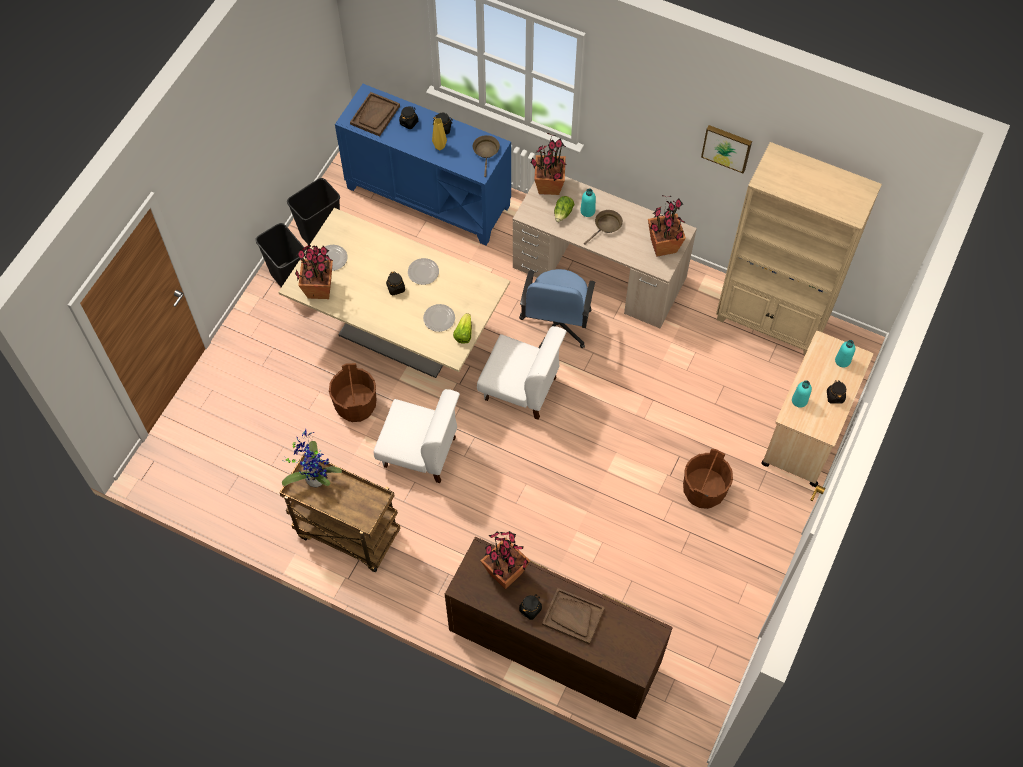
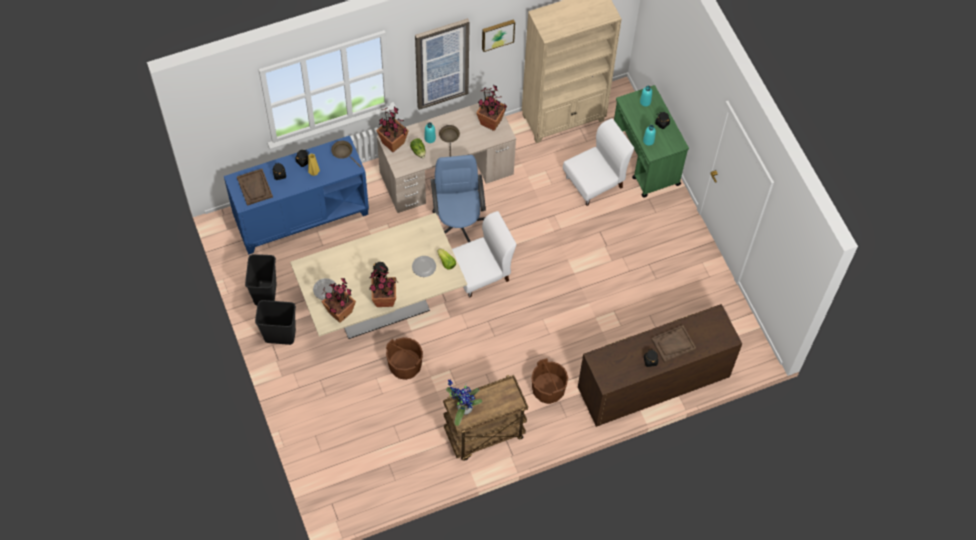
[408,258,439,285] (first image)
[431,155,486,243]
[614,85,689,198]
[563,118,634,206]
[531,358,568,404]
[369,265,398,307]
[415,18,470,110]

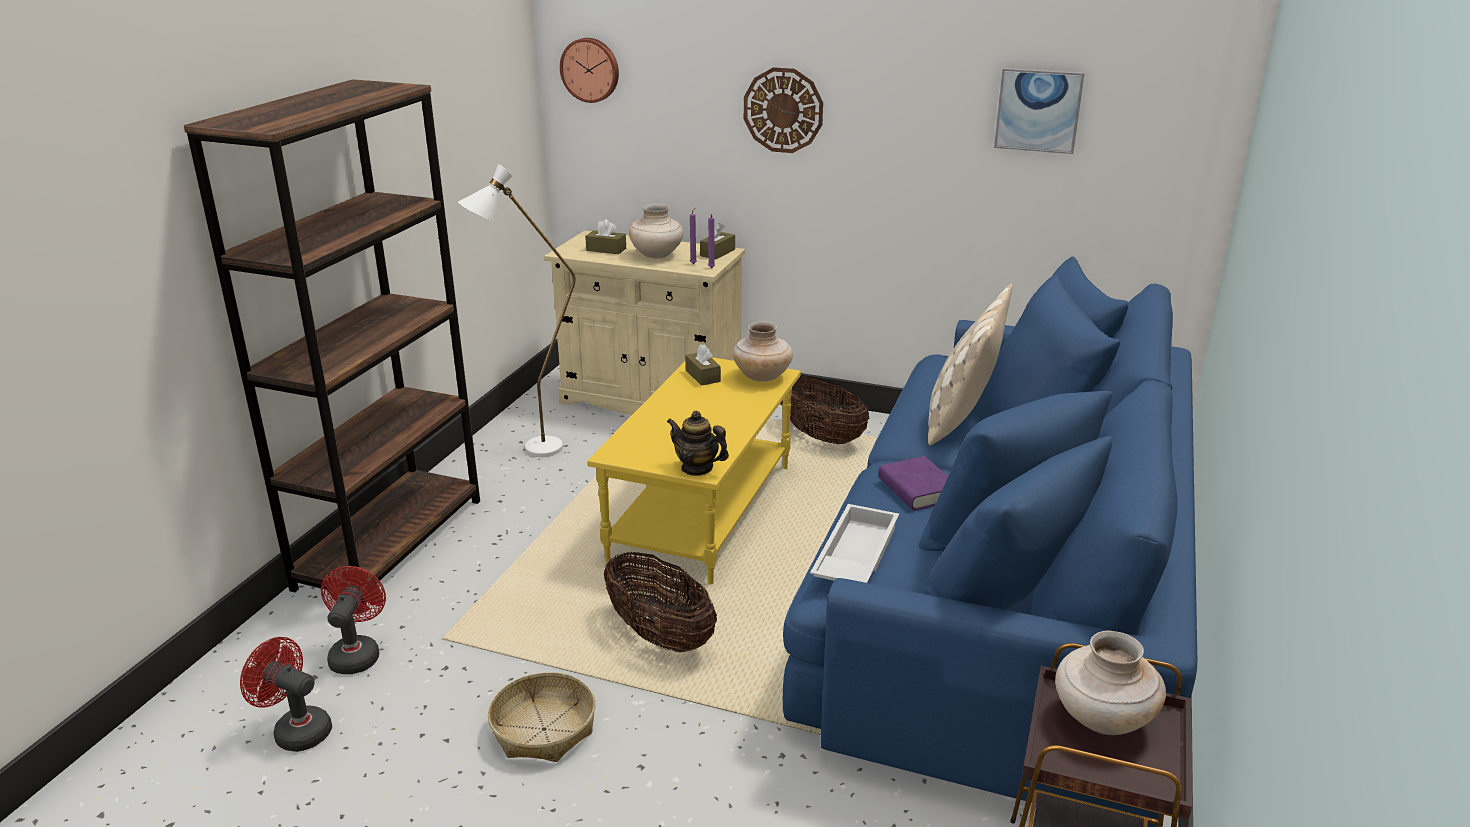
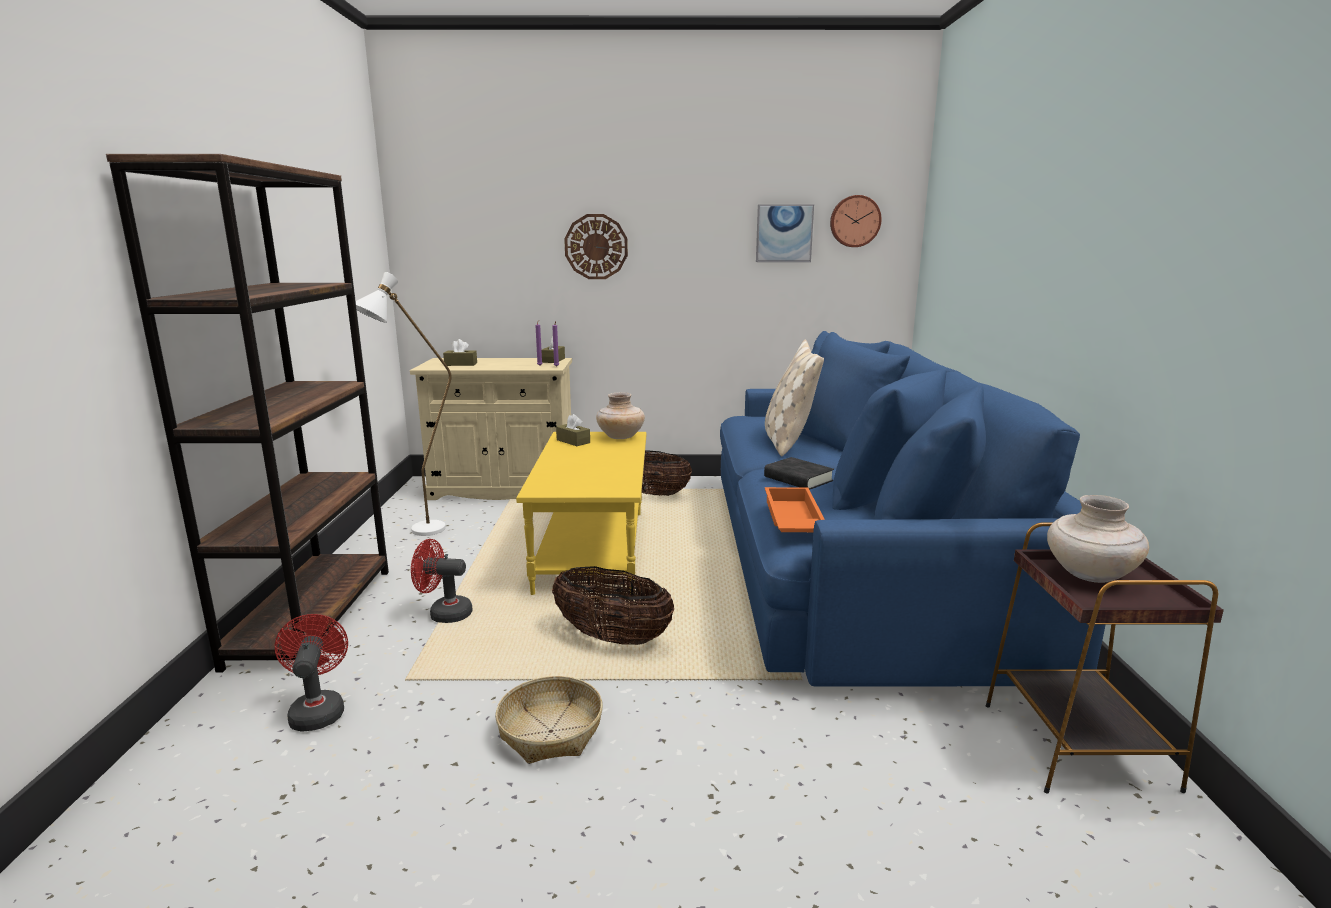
[830,195,882,247]
[629,204,683,258] (first image)
[667,411,729,476] (first image)
[764,457,834,490]
[765,487,825,532]
[411,539,473,623]

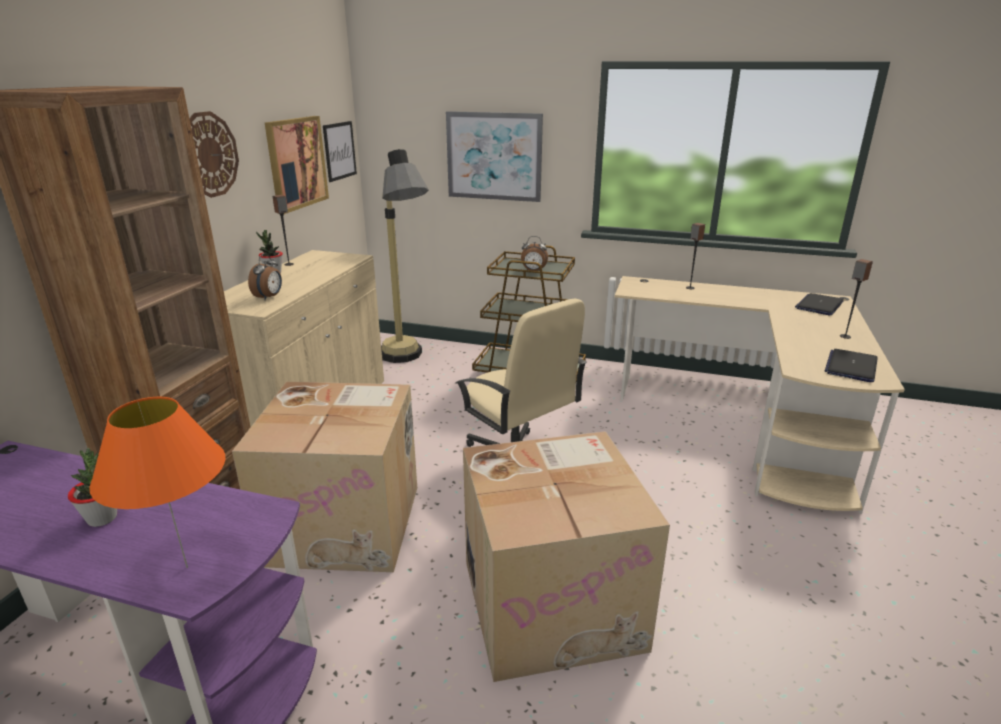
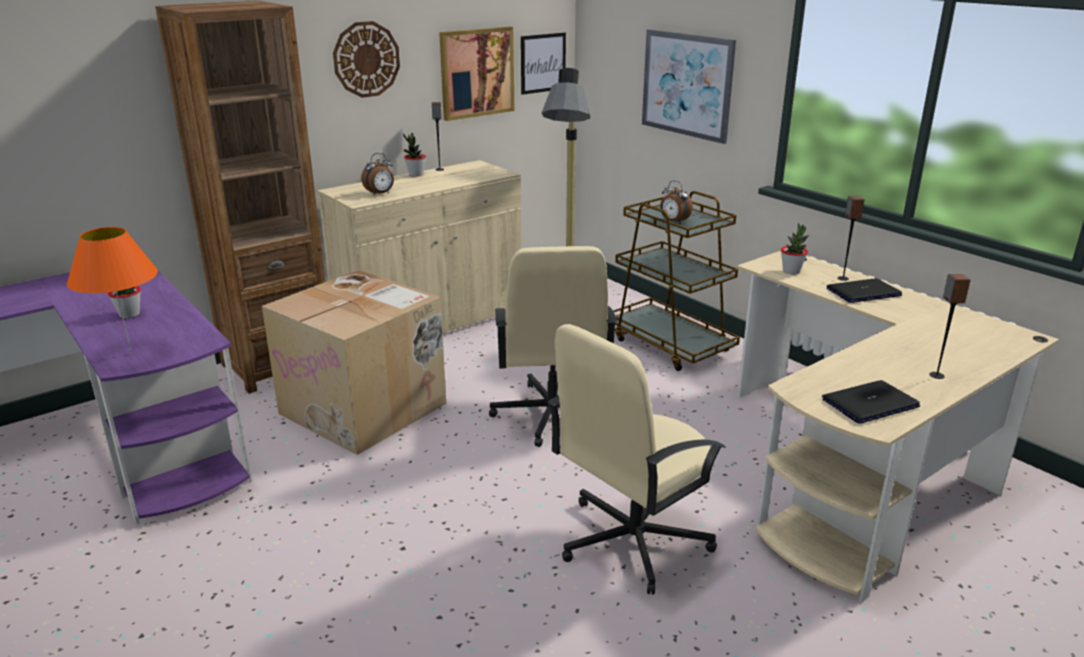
[826,278,902,303]
[463,431,670,682] (first image)
[781,223,810,275]
[548,324,725,595]

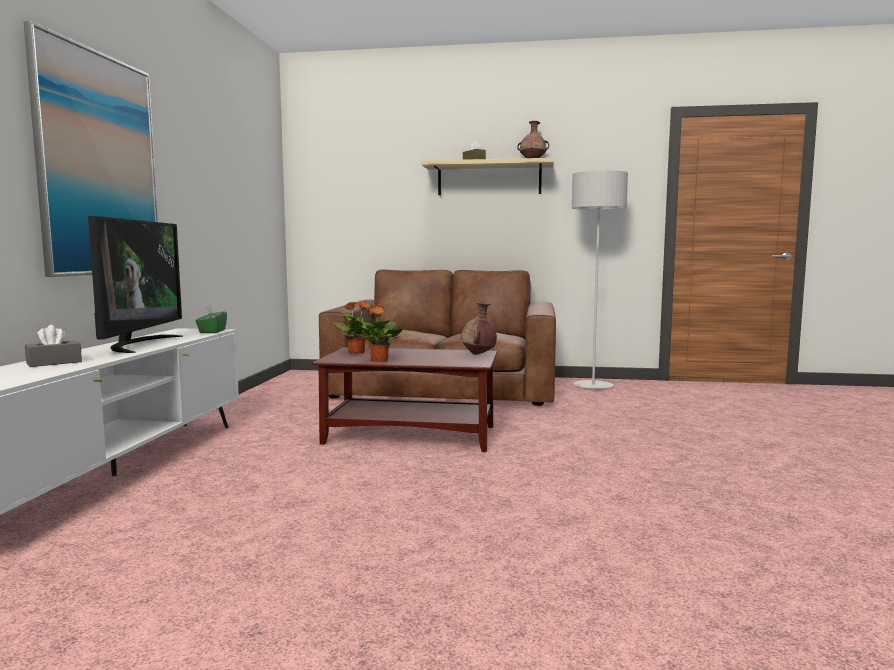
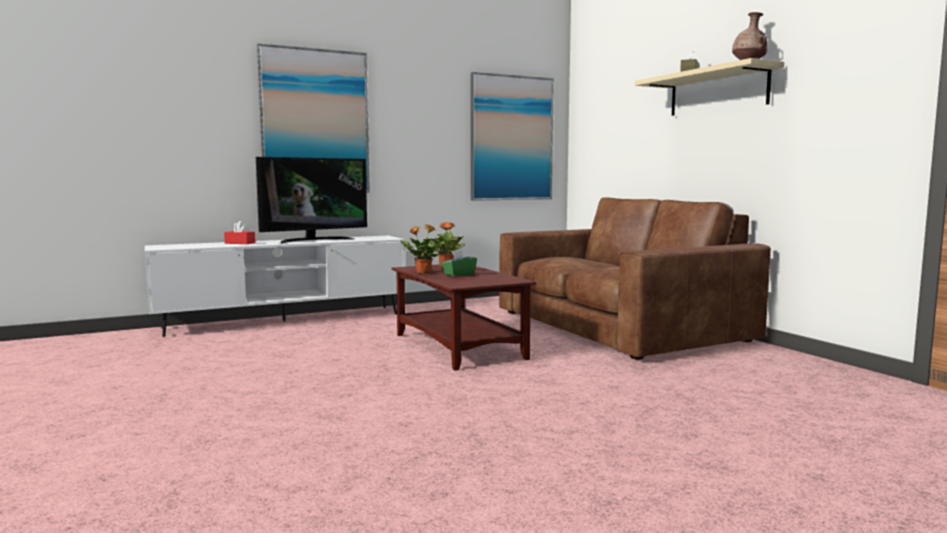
[572,170,628,390] (first image)
[461,301,497,355] (first image)
[441,250,477,277]
[224,221,255,244]
[471,72,554,201]

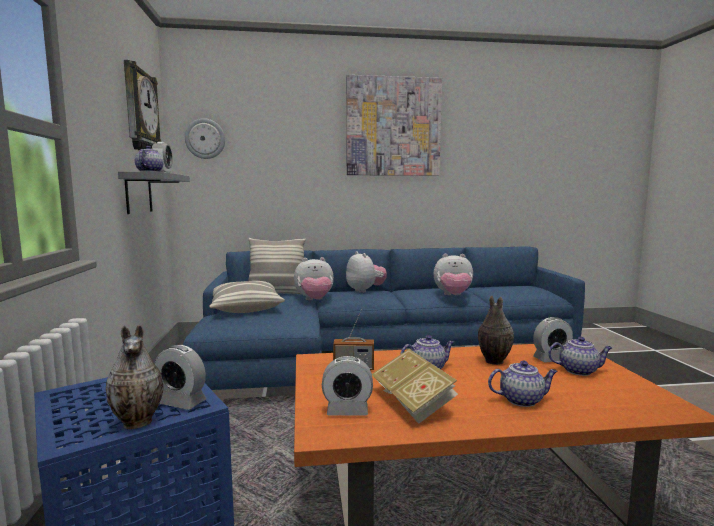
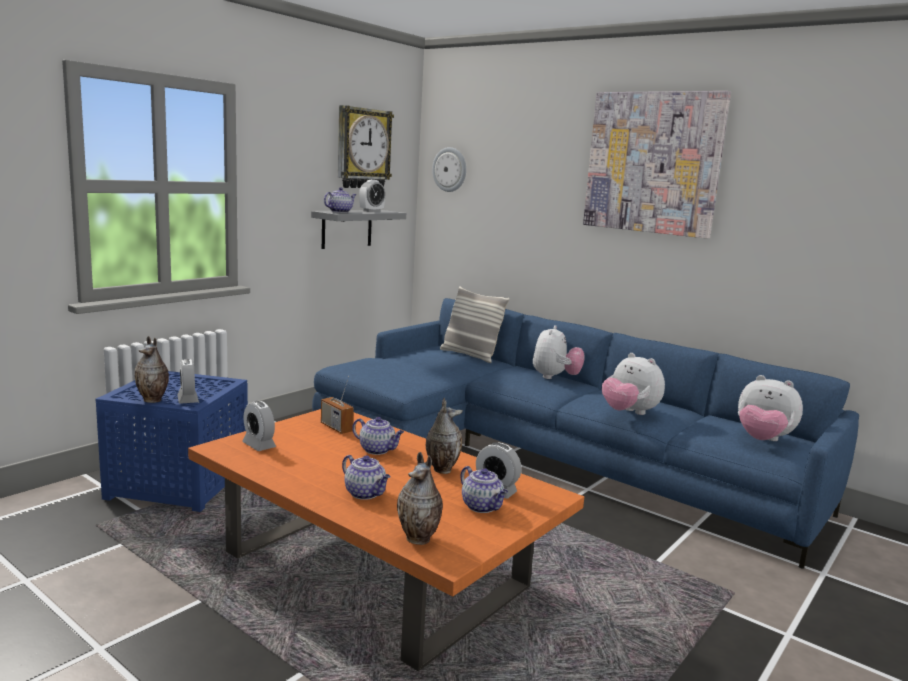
[738,375,803,441]
[209,281,285,313] (first image)
[372,349,458,424] (first image)
[397,452,443,545]

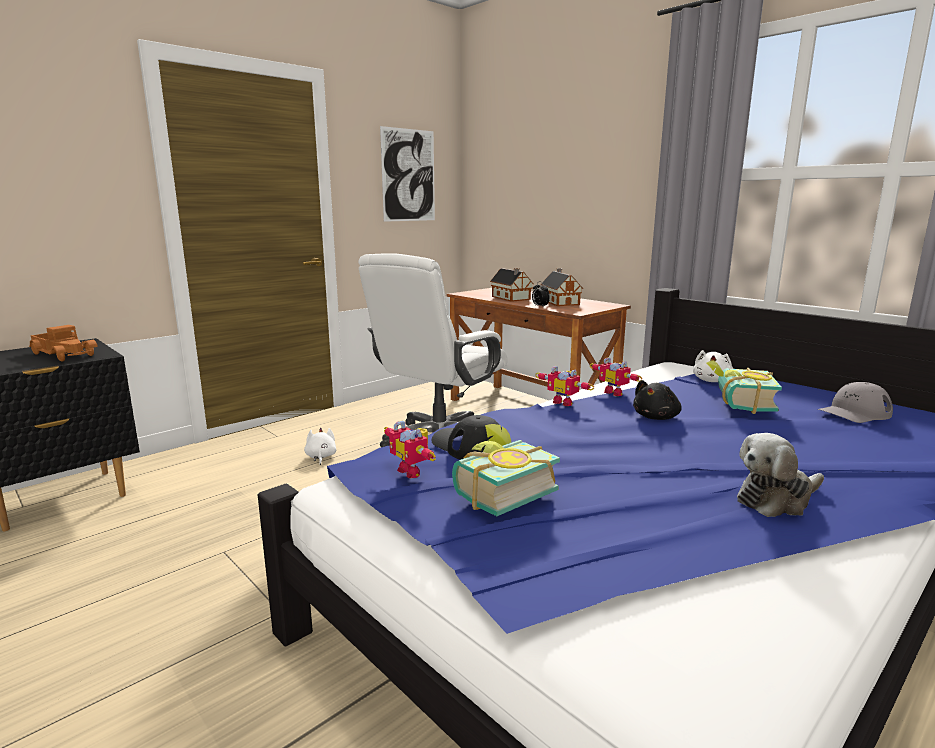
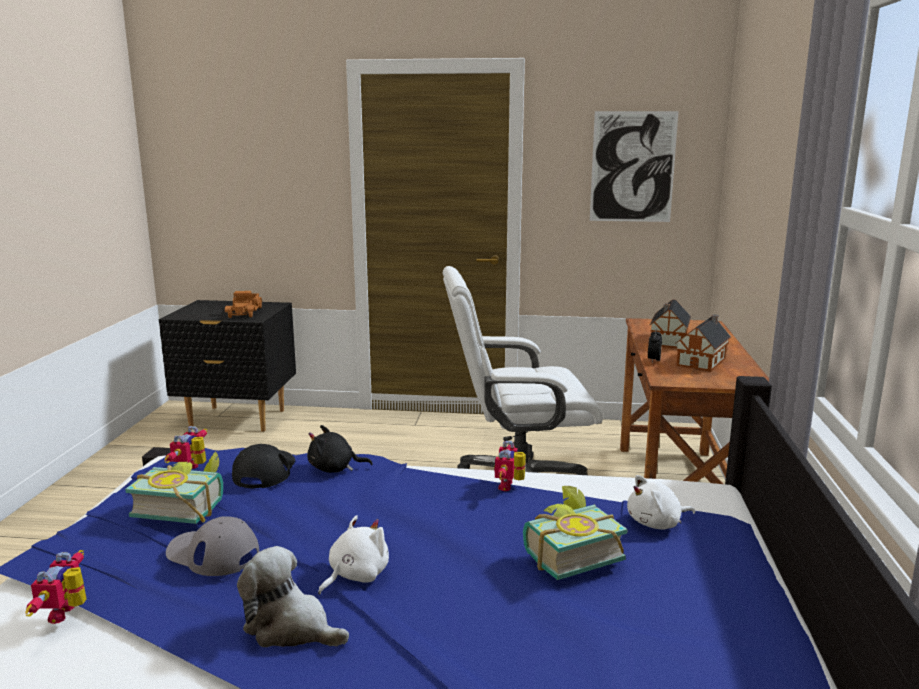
[25,550,87,624]
[307,425,373,473]
[166,516,259,576]
[318,515,389,595]

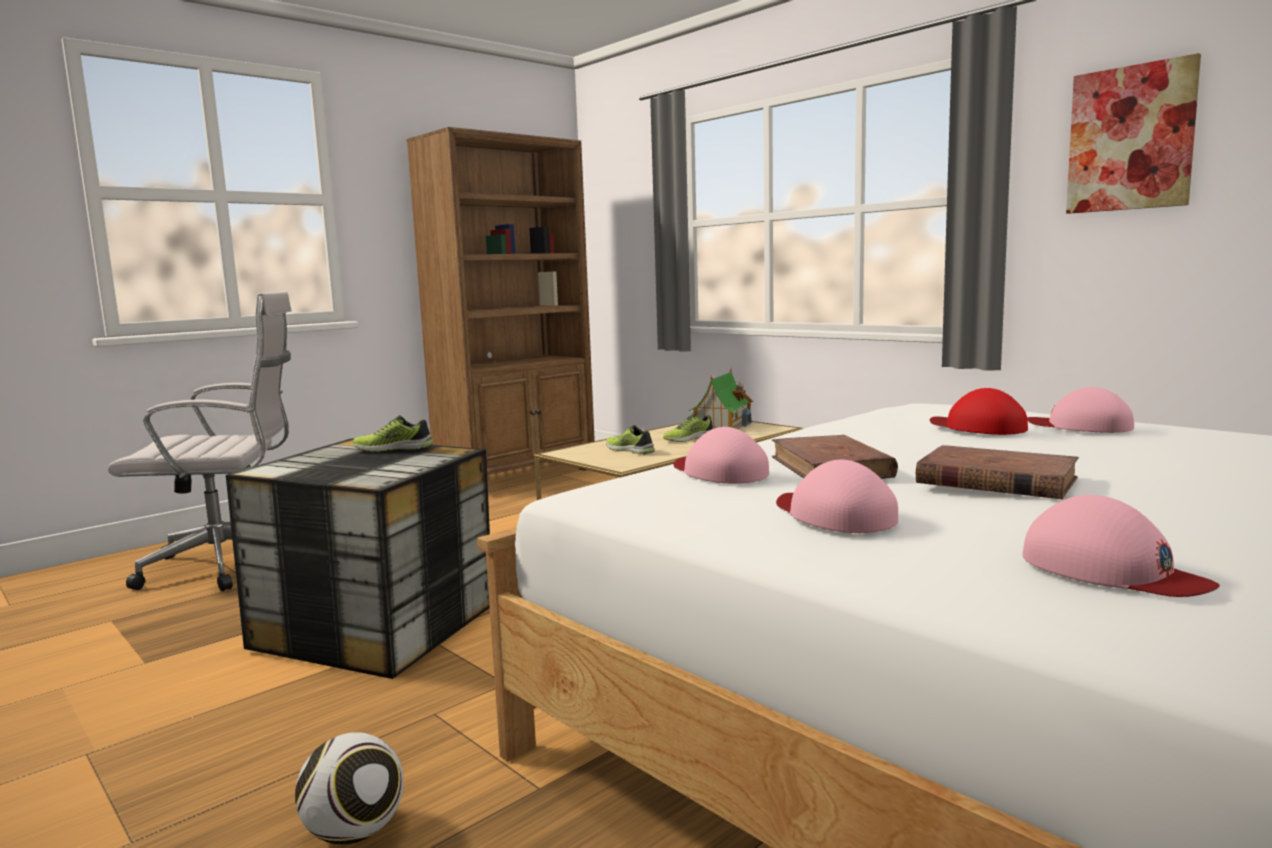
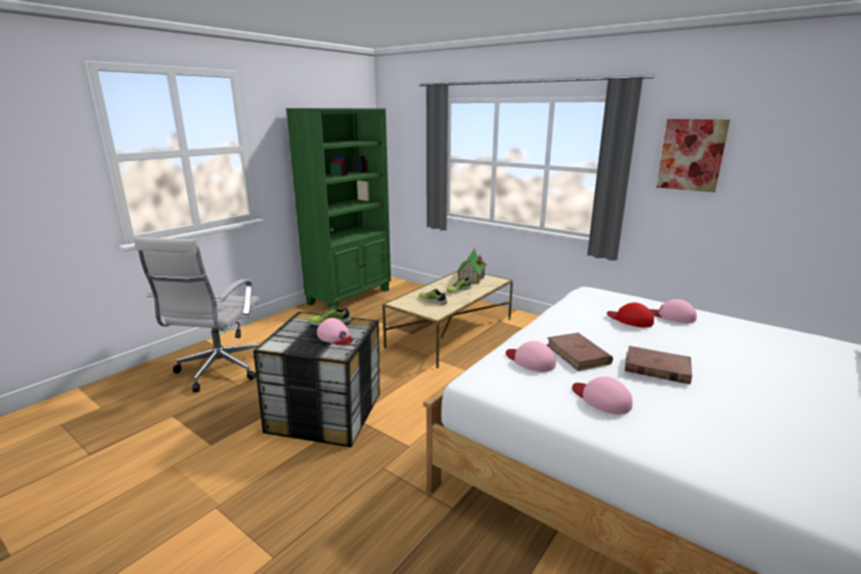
[286,108,391,309]
[134,237,260,392]
[317,318,354,345]
[295,732,404,844] (first image)

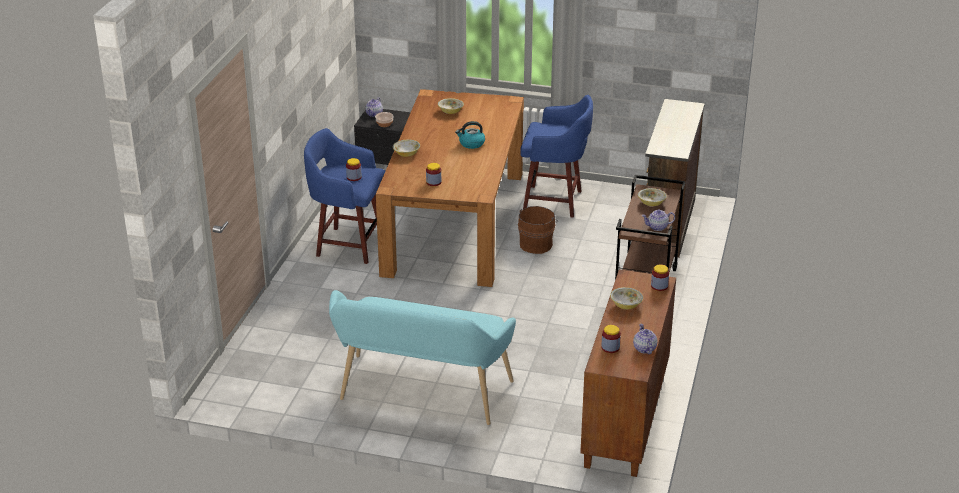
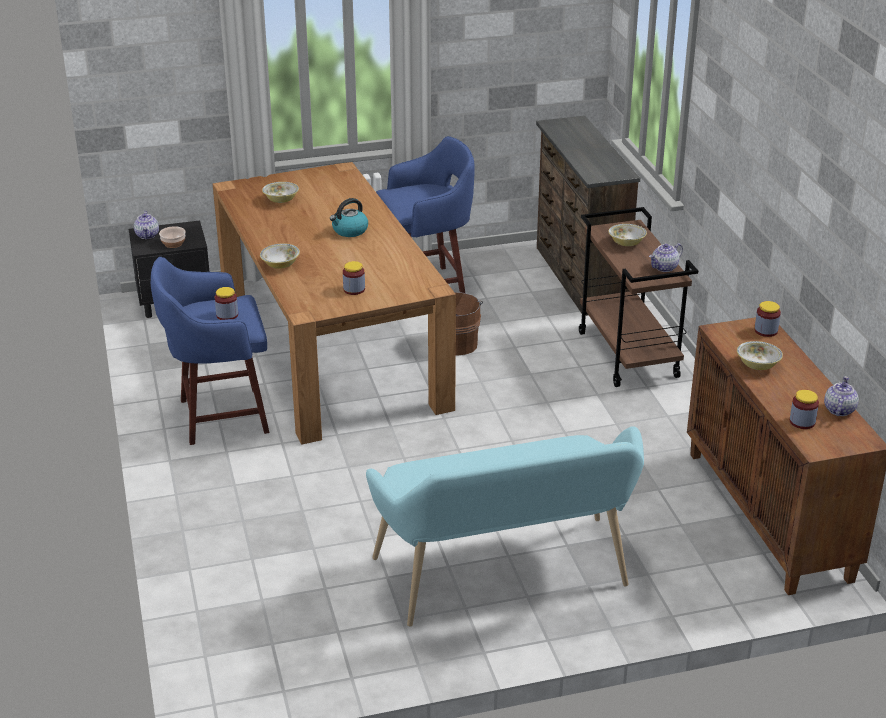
[824,376,859,416]

